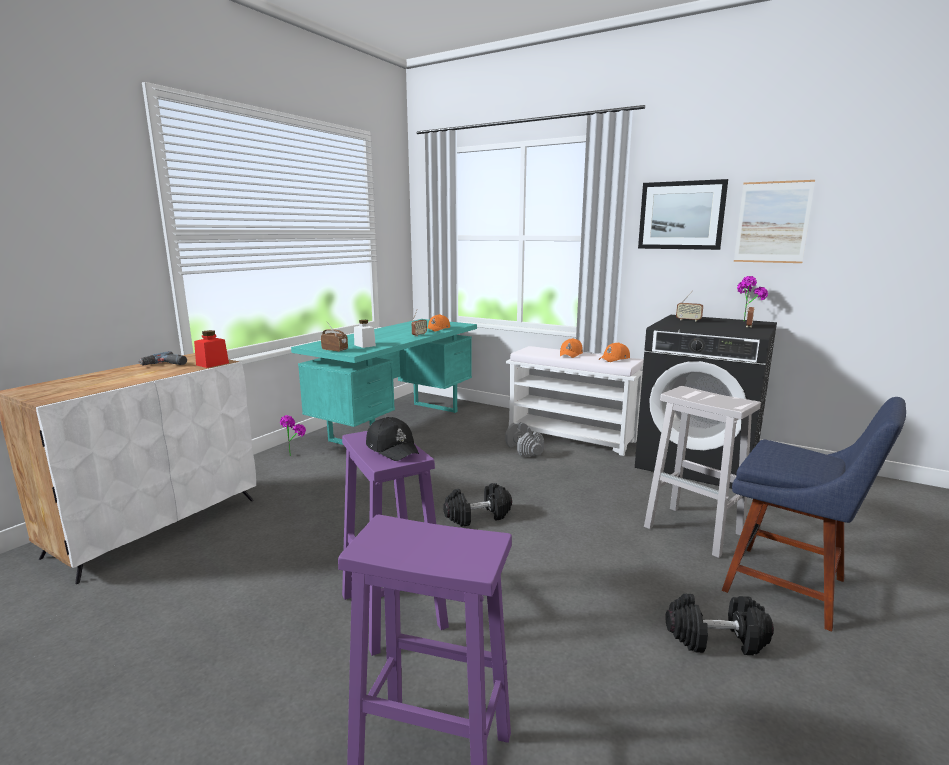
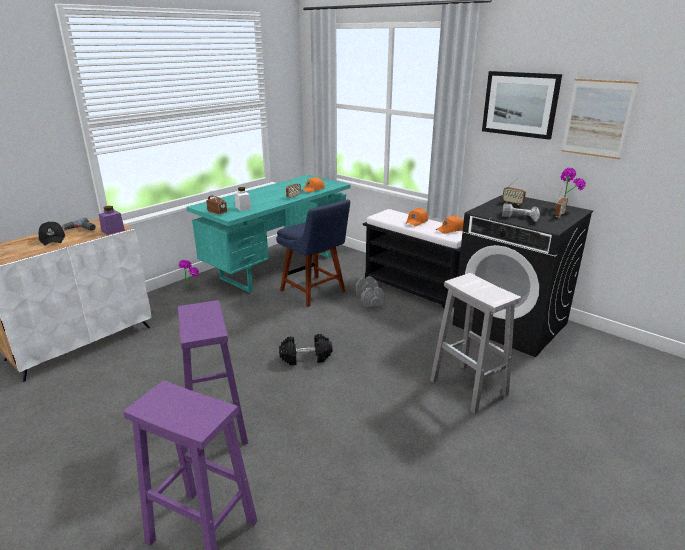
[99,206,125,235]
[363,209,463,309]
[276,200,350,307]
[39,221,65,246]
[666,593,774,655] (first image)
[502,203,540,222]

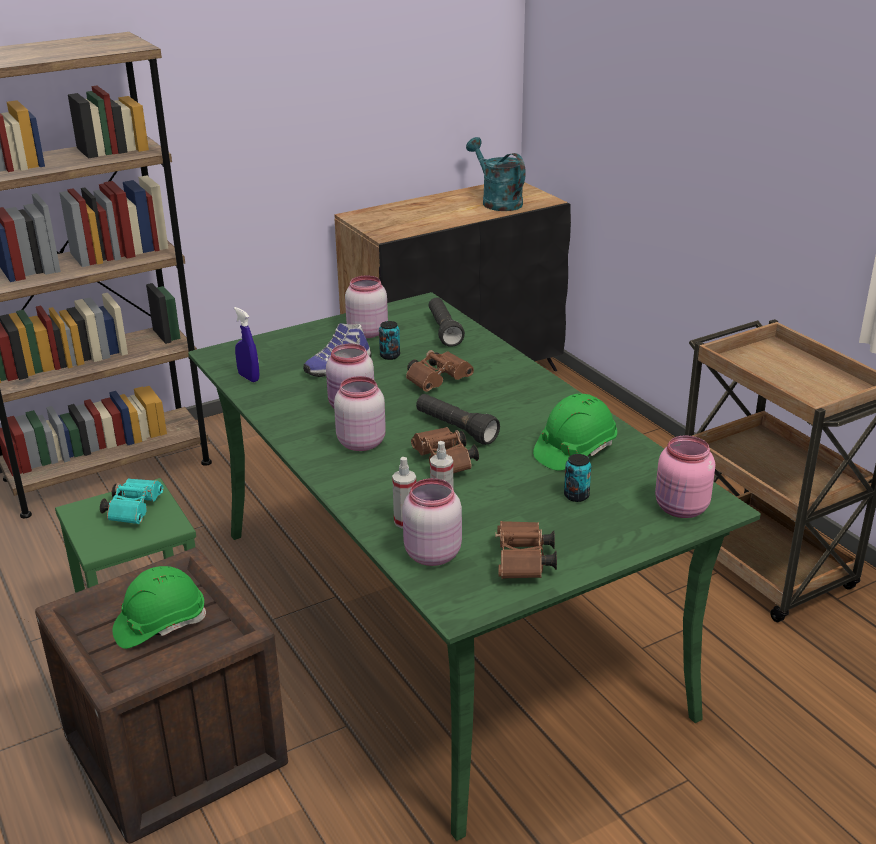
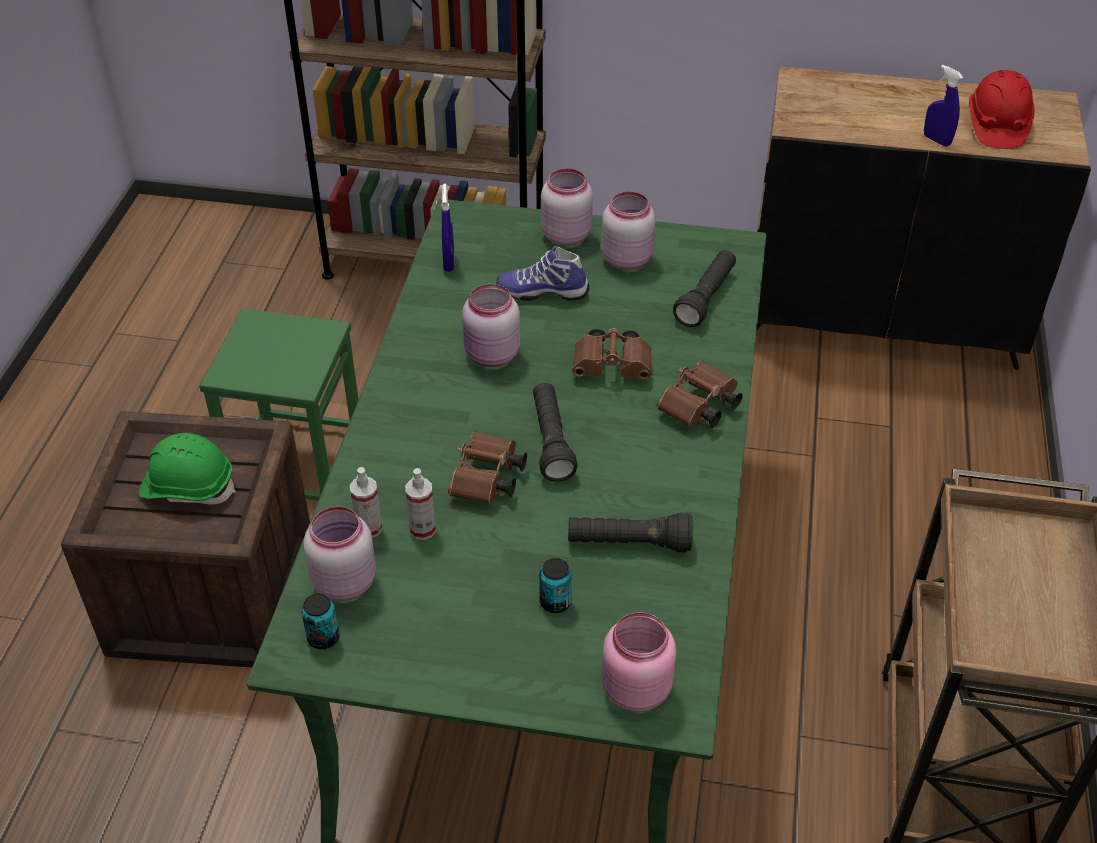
[969,70,1035,149]
[301,594,339,649]
[541,168,593,246]
[568,513,693,552]
[100,478,164,524] (first image)
[657,360,743,428]
[924,65,963,147]

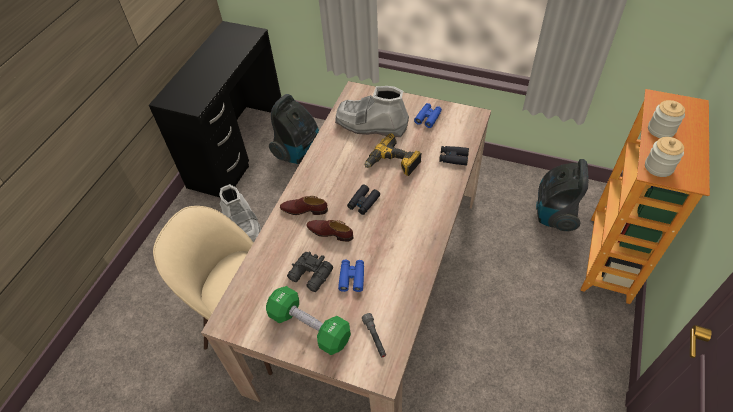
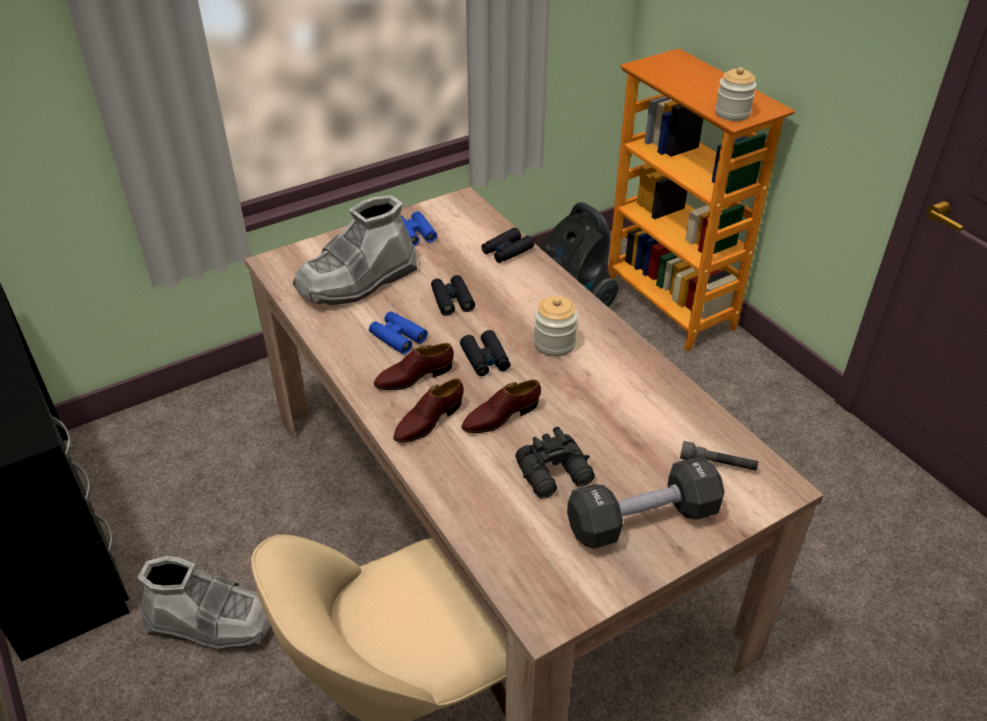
[269,94,319,164] (first image)
[534,296,578,357]
[431,275,475,316]
[369,311,428,354]
[567,458,725,549]
[374,343,454,390]

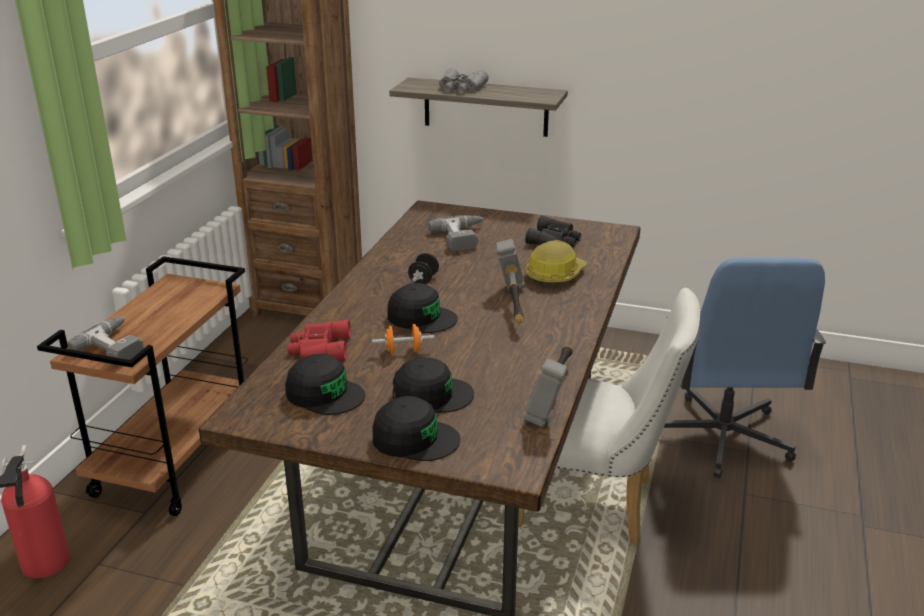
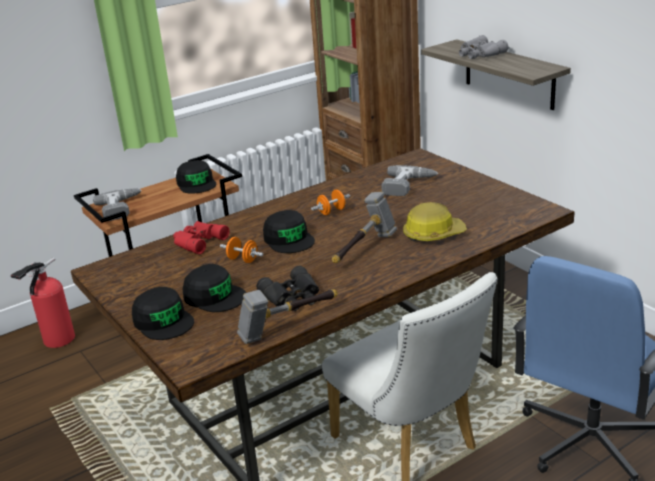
[256,266,319,311]
[311,190,350,215]
[176,160,216,194]

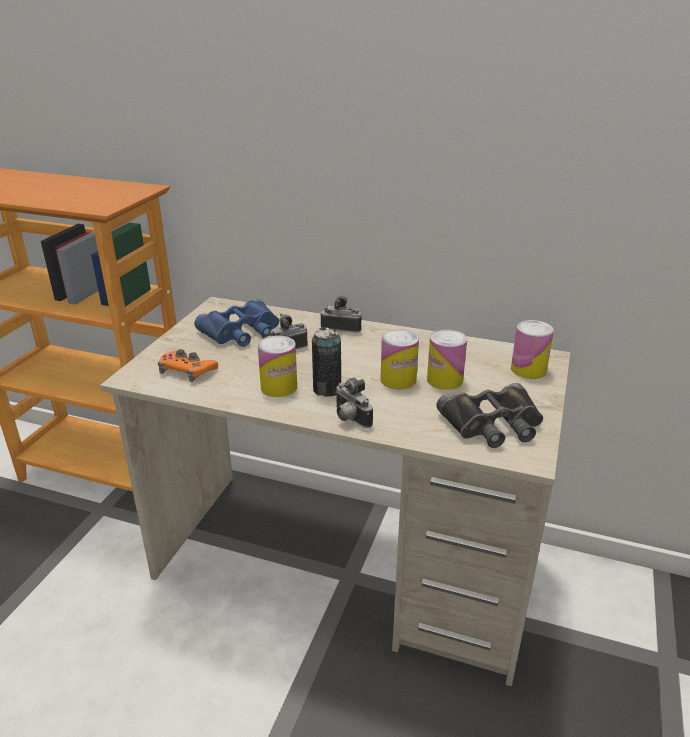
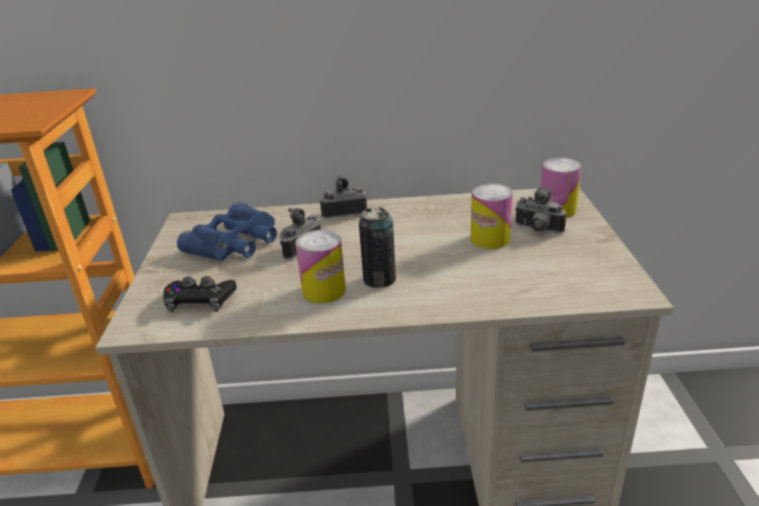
[380,329,419,389] (first image)
[163,276,237,312]
[515,187,566,233]
[436,383,543,448] (first image)

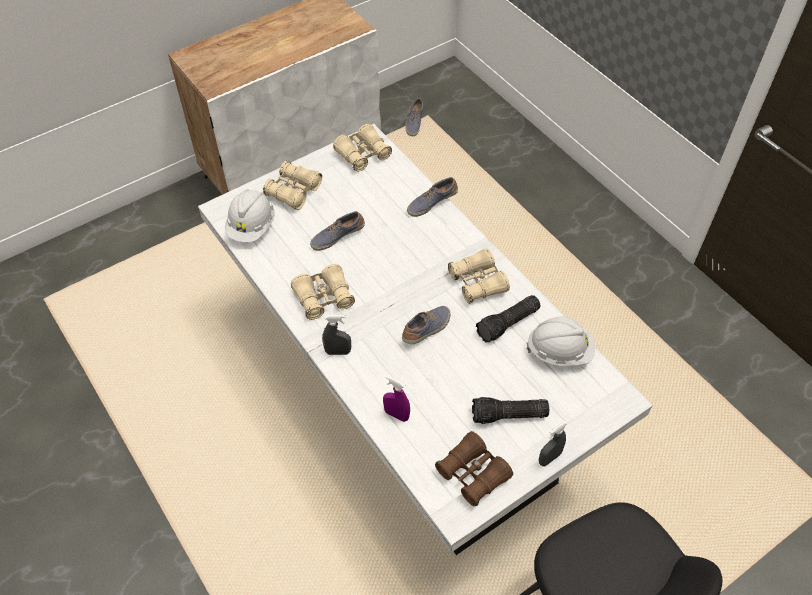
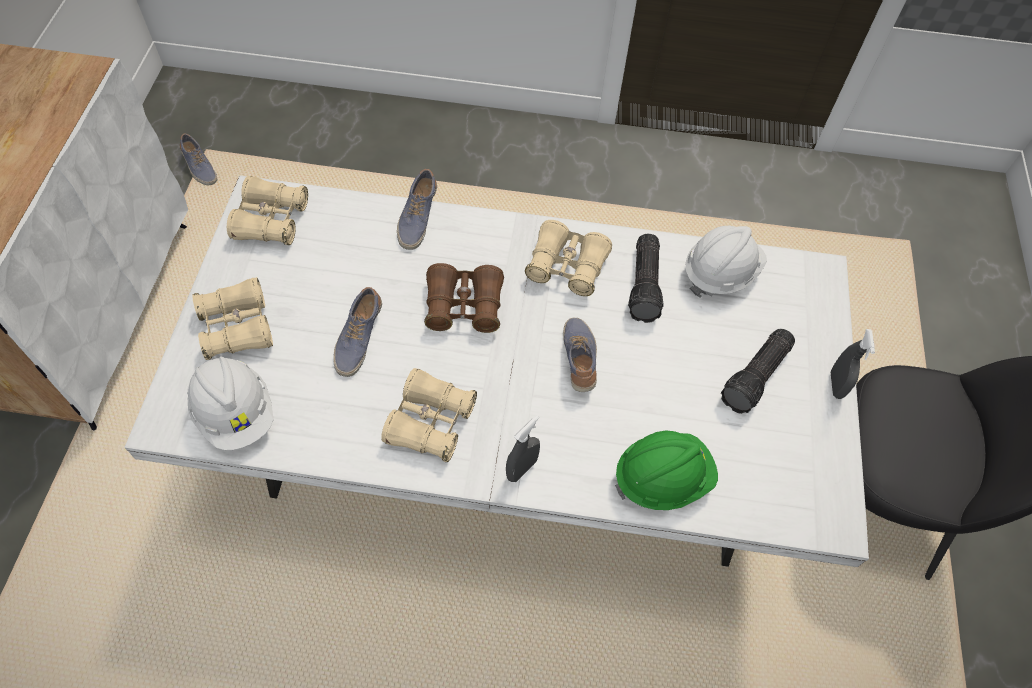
[615,431,718,510]
[424,263,504,333]

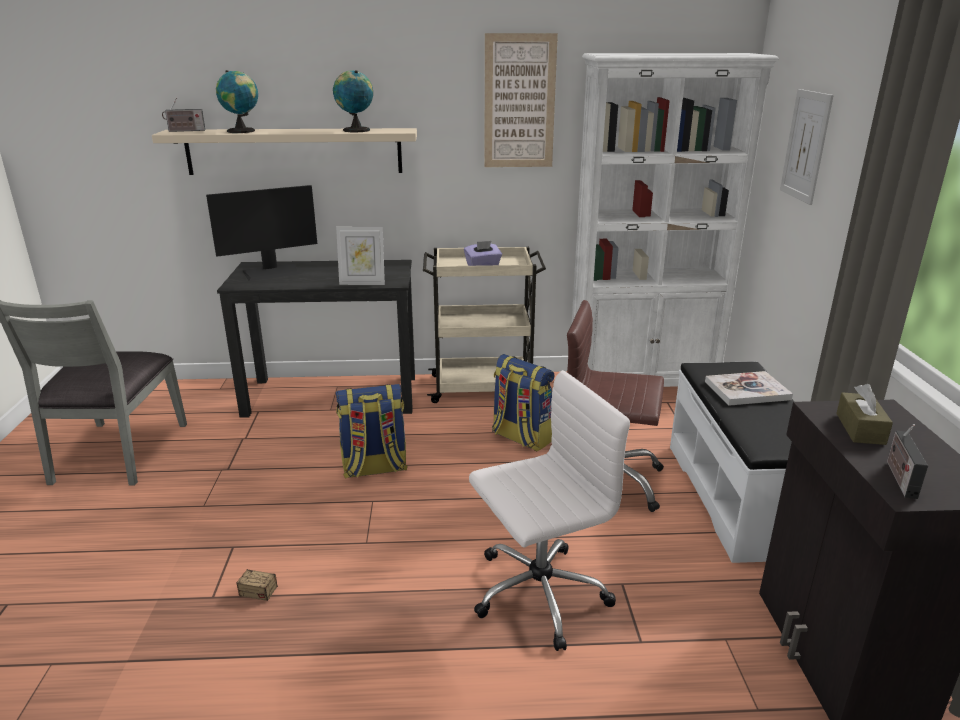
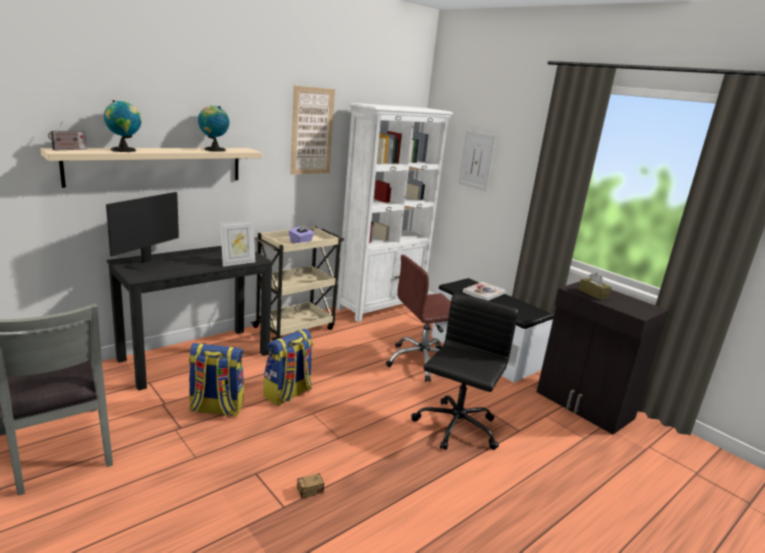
[189,343,244,416]
[411,293,518,450]
[887,424,928,499] (first image)

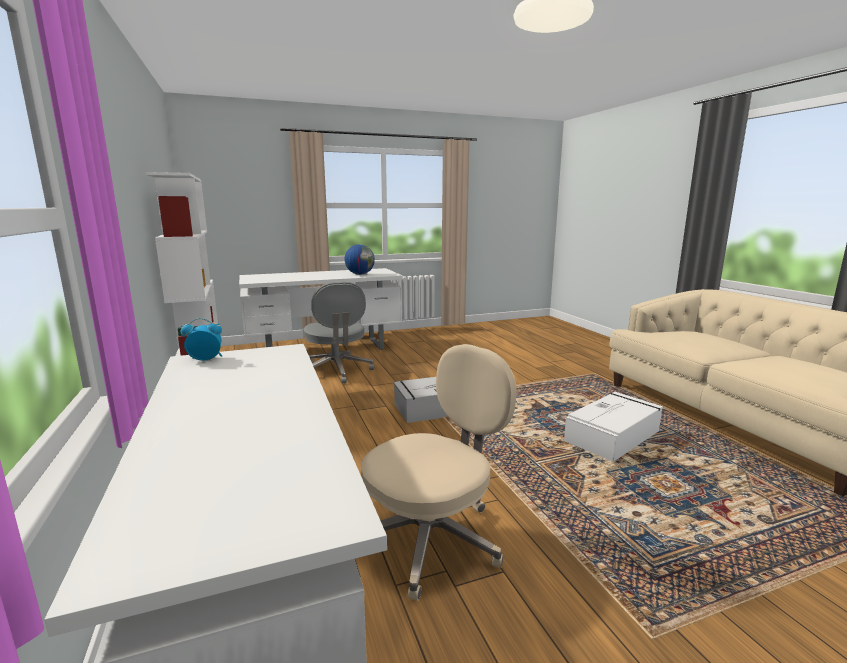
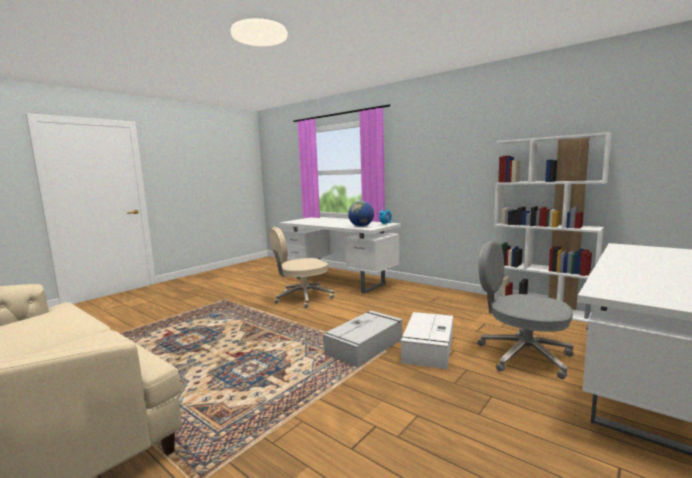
[348,201,374,227]
[269,227,334,308]
[400,312,453,369]

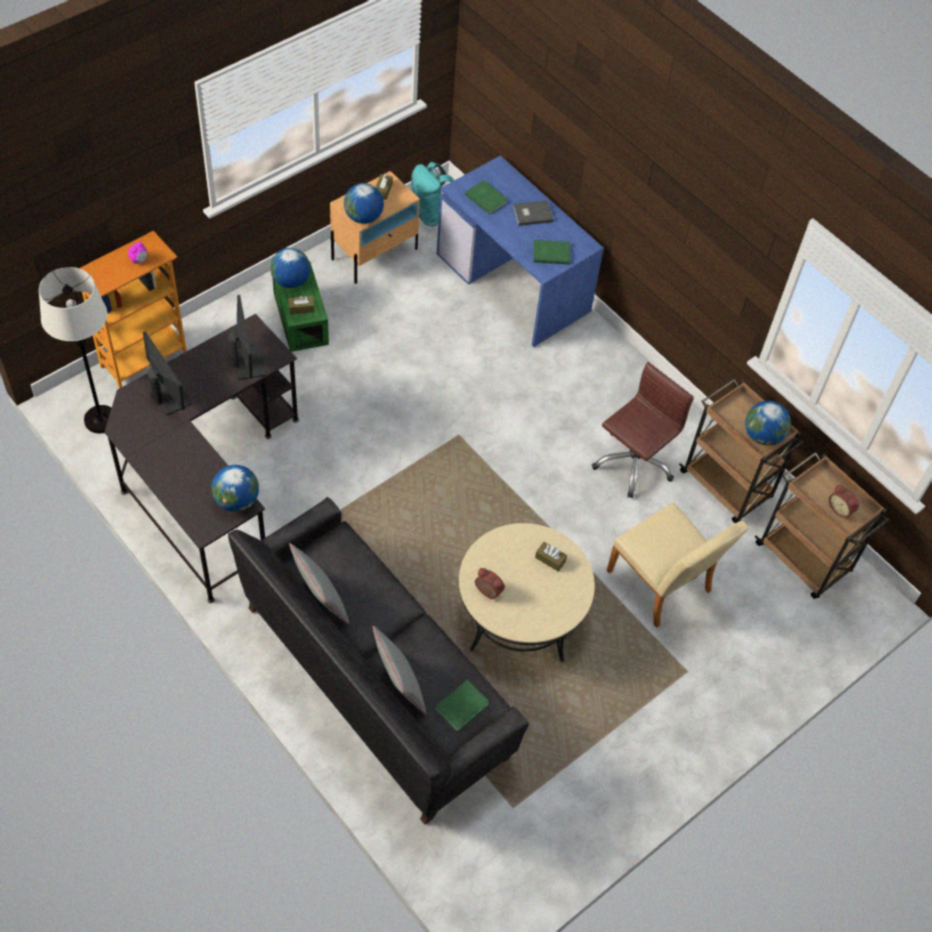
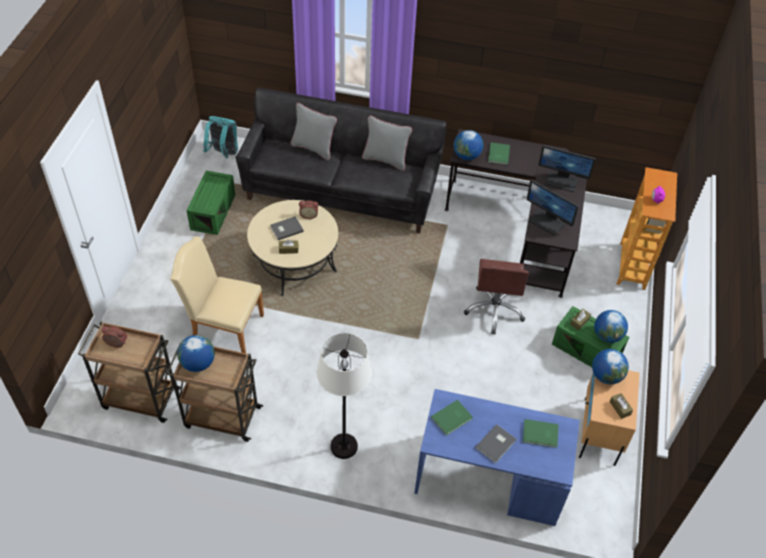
[203,116,238,159]
[317,333,372,459]
[464,259,529,334]
[488,142,510,165]
[186,171,235,235]
[270,216,304,240]

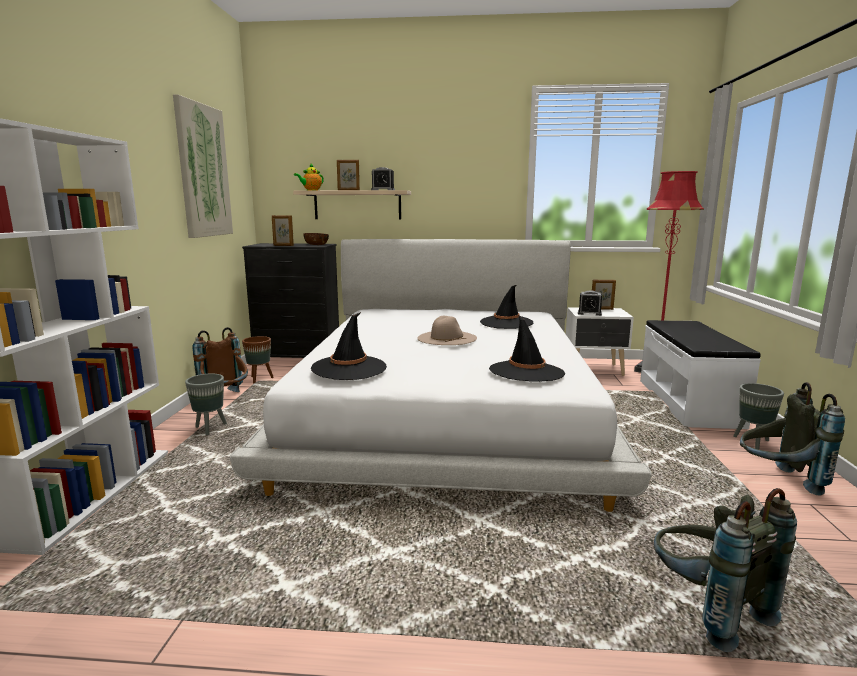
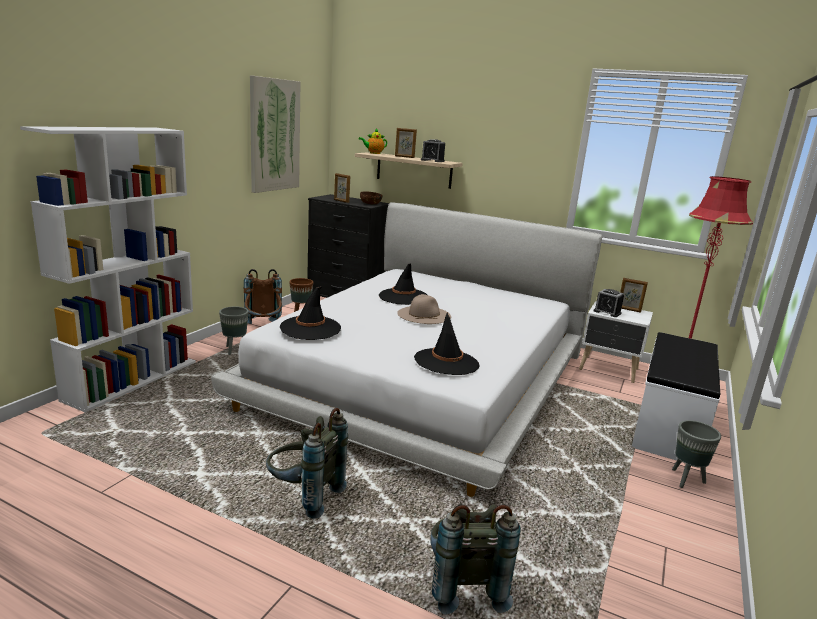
[379,263,427,305]
[266,408,348,519]

